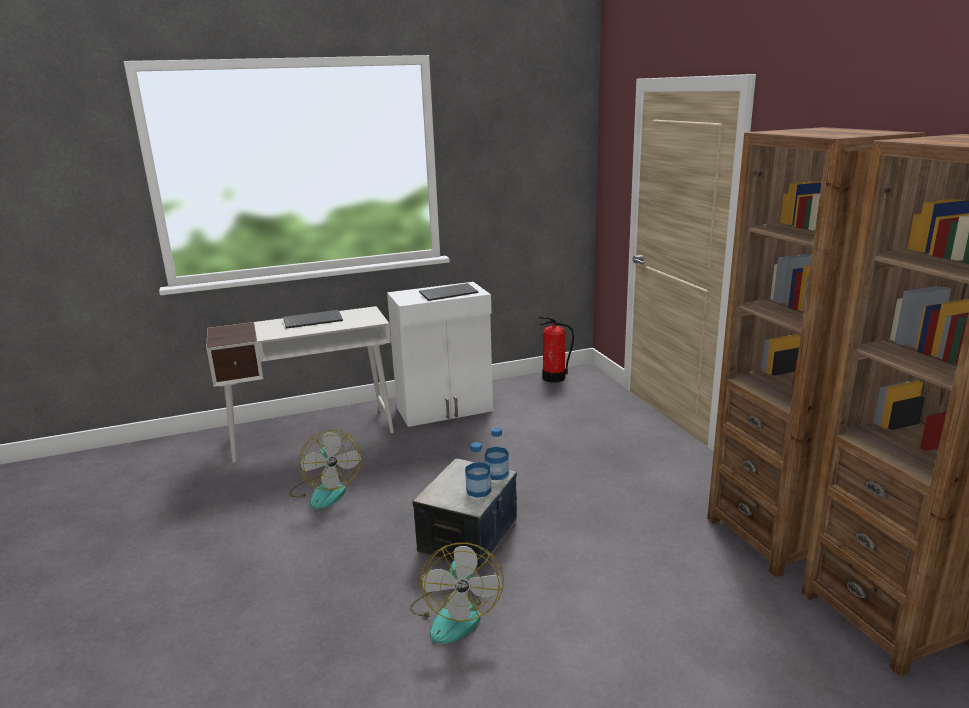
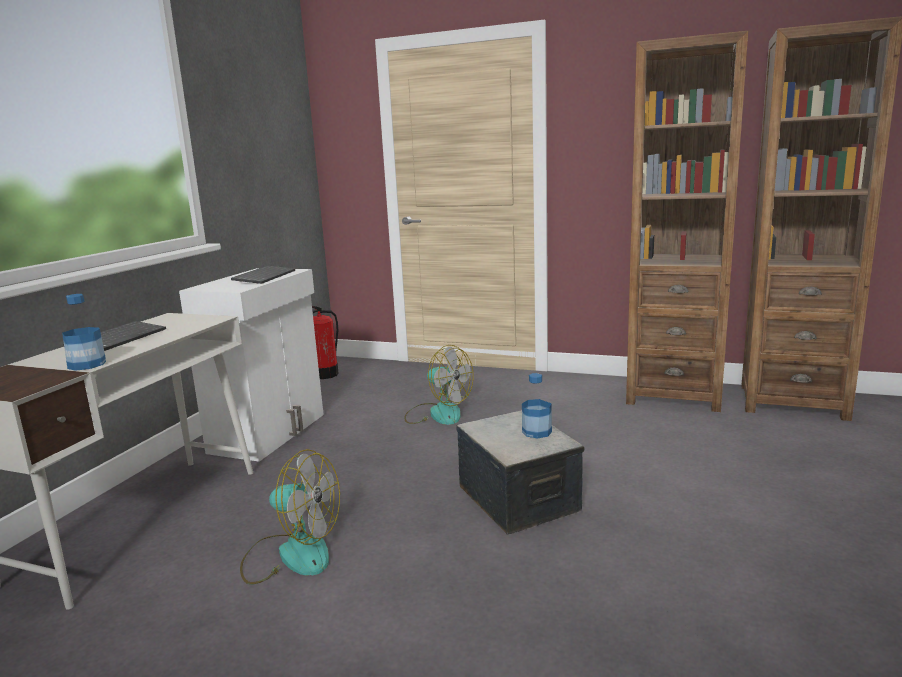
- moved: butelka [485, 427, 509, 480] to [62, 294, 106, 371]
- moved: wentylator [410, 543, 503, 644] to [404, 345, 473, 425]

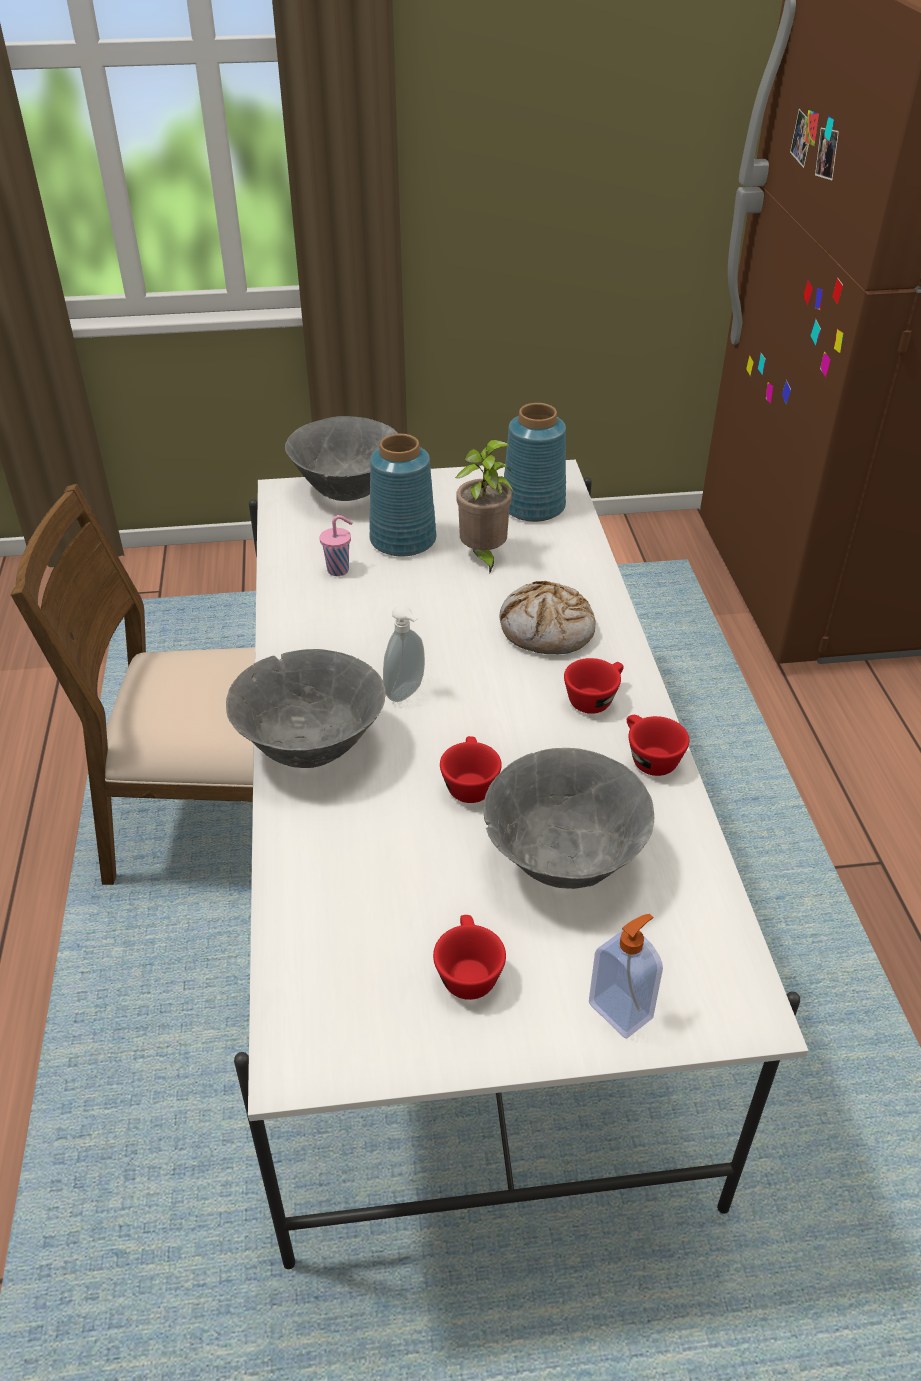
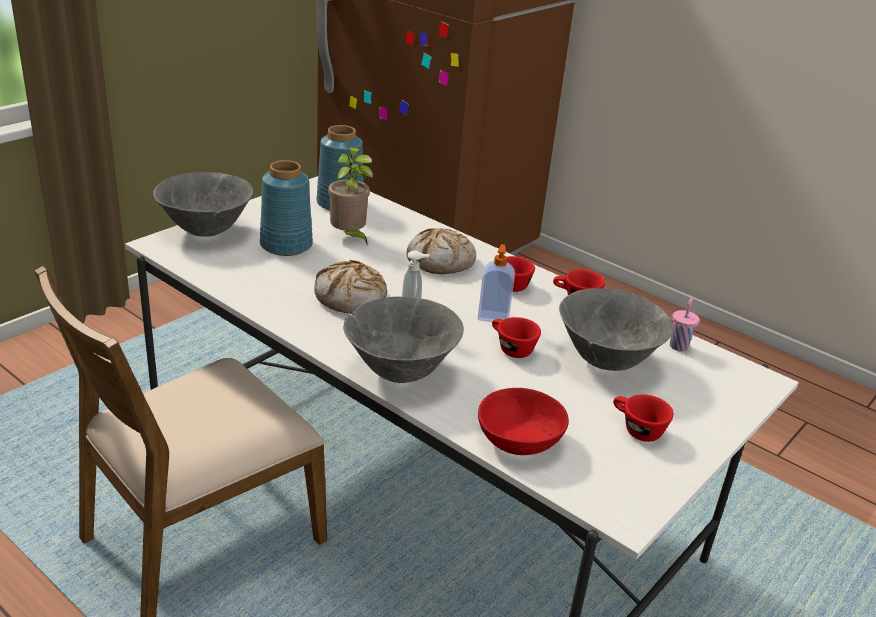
- added: chleb [314, 260, 387, 314]
- moved: dozownik mydła [589, 914, 663, 1039] to [478, 244, 515, 322]
- added: miska/czerwony [478, 388, 569, 455]
- moved: filiżanka/różowy [319, 515, 353, 576] to [670, 298, 700, 351]

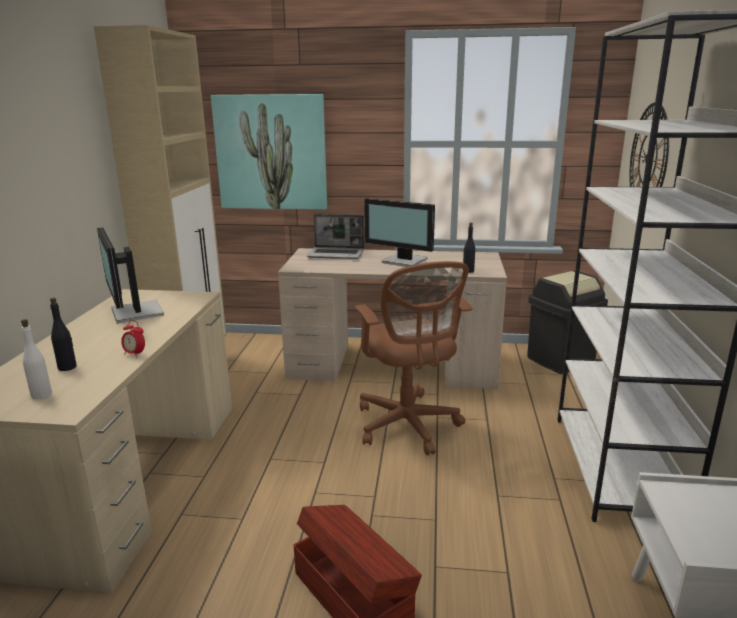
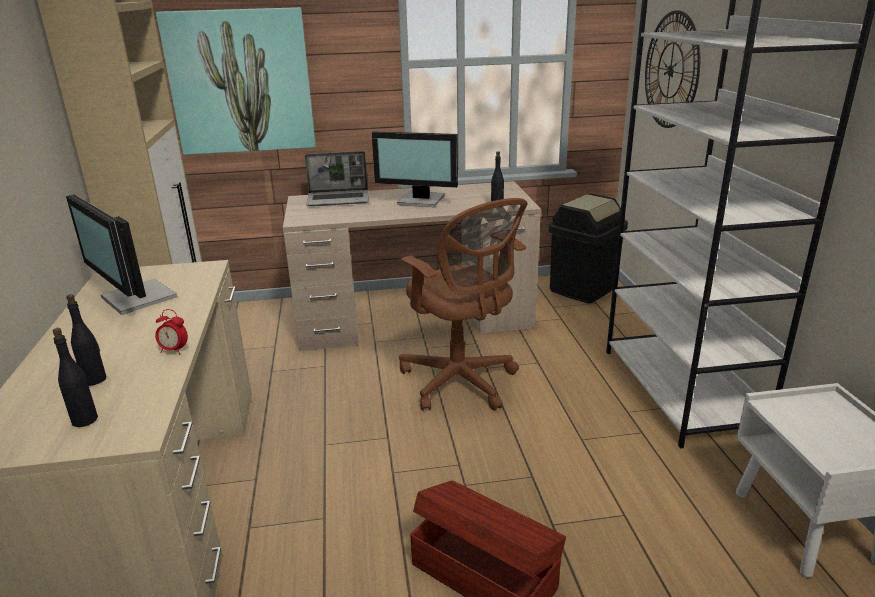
- recoloured: butelka/biały [21, 319, 52, 399] to butelka/czarny [53, 328, 98, 427]

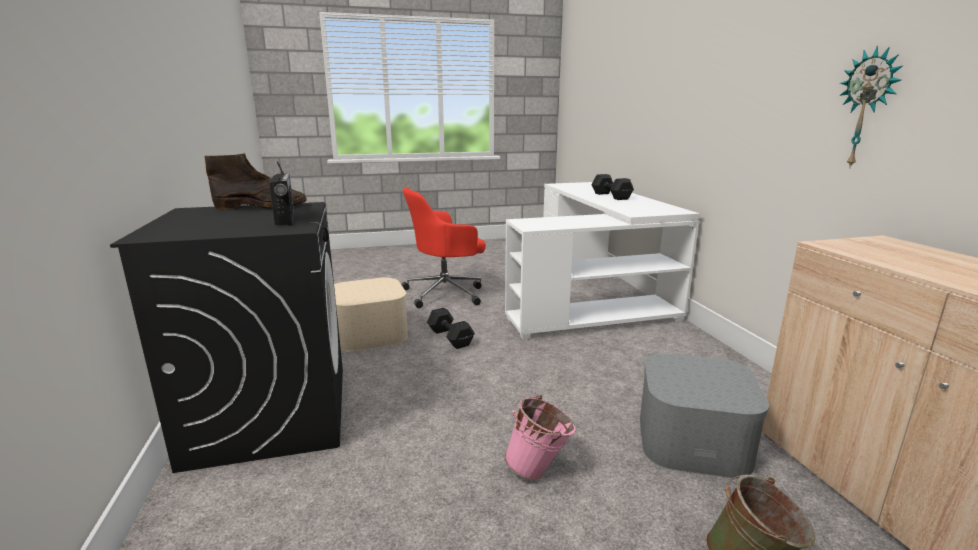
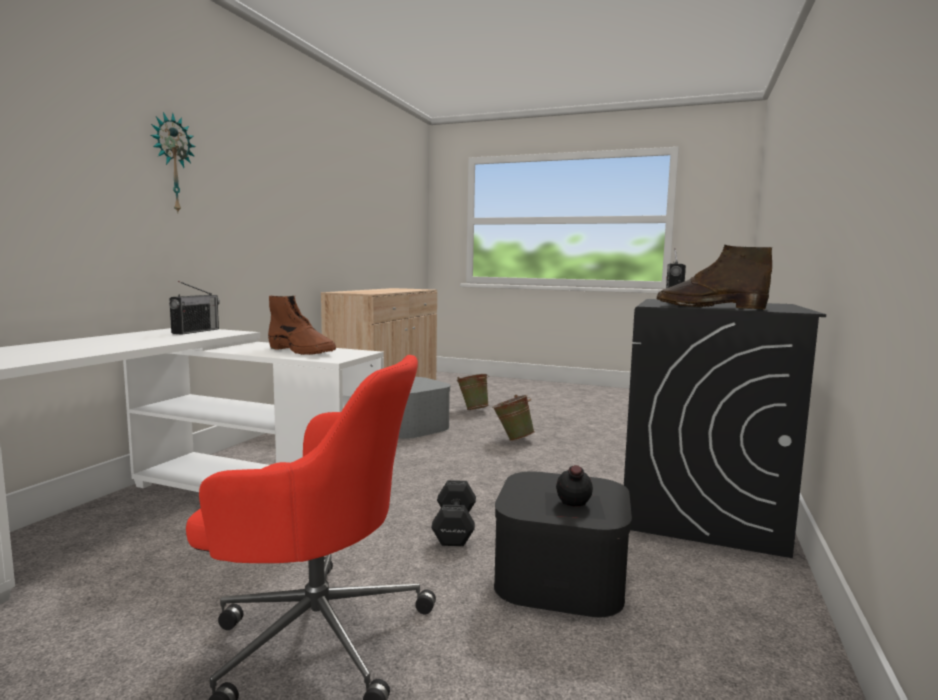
- moved: zegar ścienny [839, 45, 903, 169] to [150, 112, 196, 212]
- added: radio [169, 281, 220, 334]
- added: but z cholewką/brązowy [268, 295, 336, 355]
- recoloured: wiadro/różowy [504, 395, 576, 480] to wiadro/zielony [492, 395, 535, 441]
- recoloured: pojemnik do przechowywania/beżowy [334, 277, 408, 351] to pojemnik do przechowywania/czarny [494, 471, 632, 617]
- added: butelka/czarny [545, 465, 606, 519]
- removed: hantel/czarny [591, 174, 634, 200]

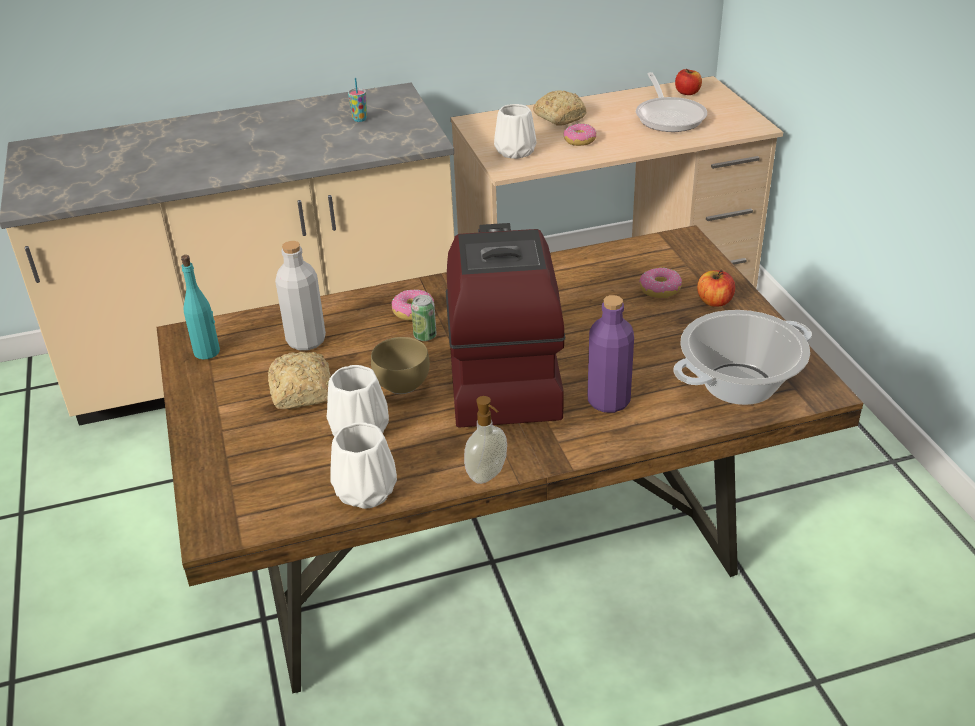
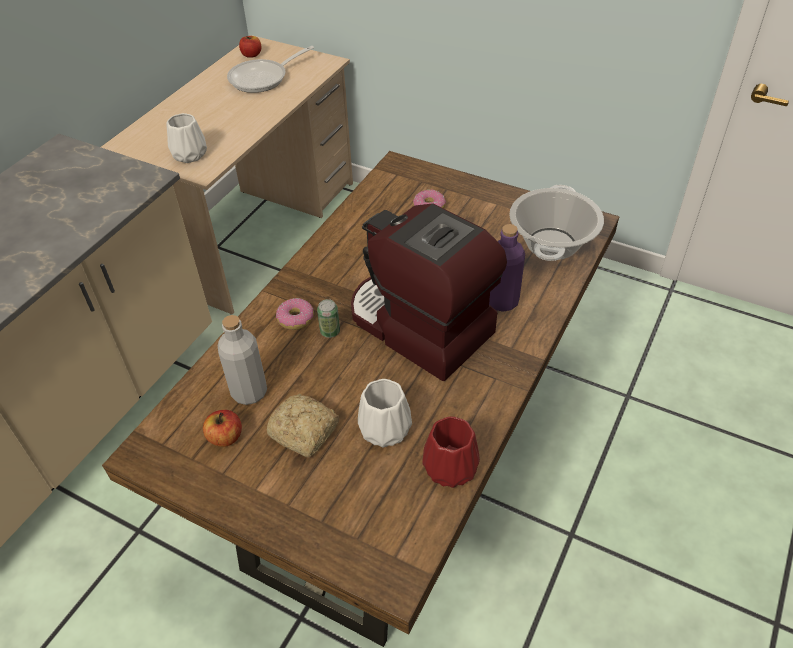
- moved: jabłko [697, 270, 735, 307] to [203, 410, 242, 447]
- turned: patelnia [636, 72, 707, 132] = [227, 46, 314, 93] 105 degrees clockwise
- recoloured: wazon/biały [330, 422, 397, 509] to wazon/czerwony [422, 417, 480, 488]
- removed: butelka/turkusowy [181, 255, 220, 360]
- removed: filiżanka [348, 78, 367, 122]
- removed: miska/brązowy [371, 337, 430, 394]
- removed: dozownik mydła [464, 396, 507, 484]
- removed: chleb [533, 90, 586, 126]
- removed: donut [564, 124, 596, 146]

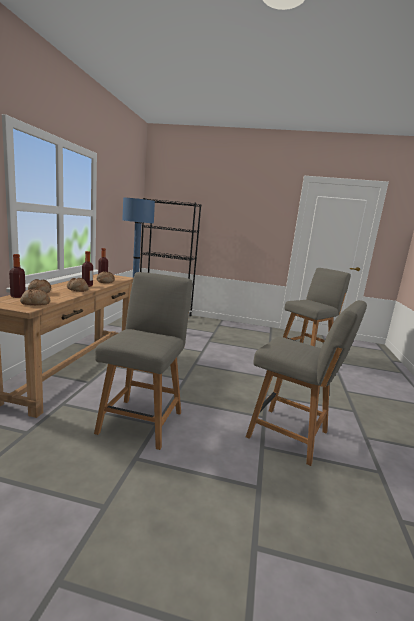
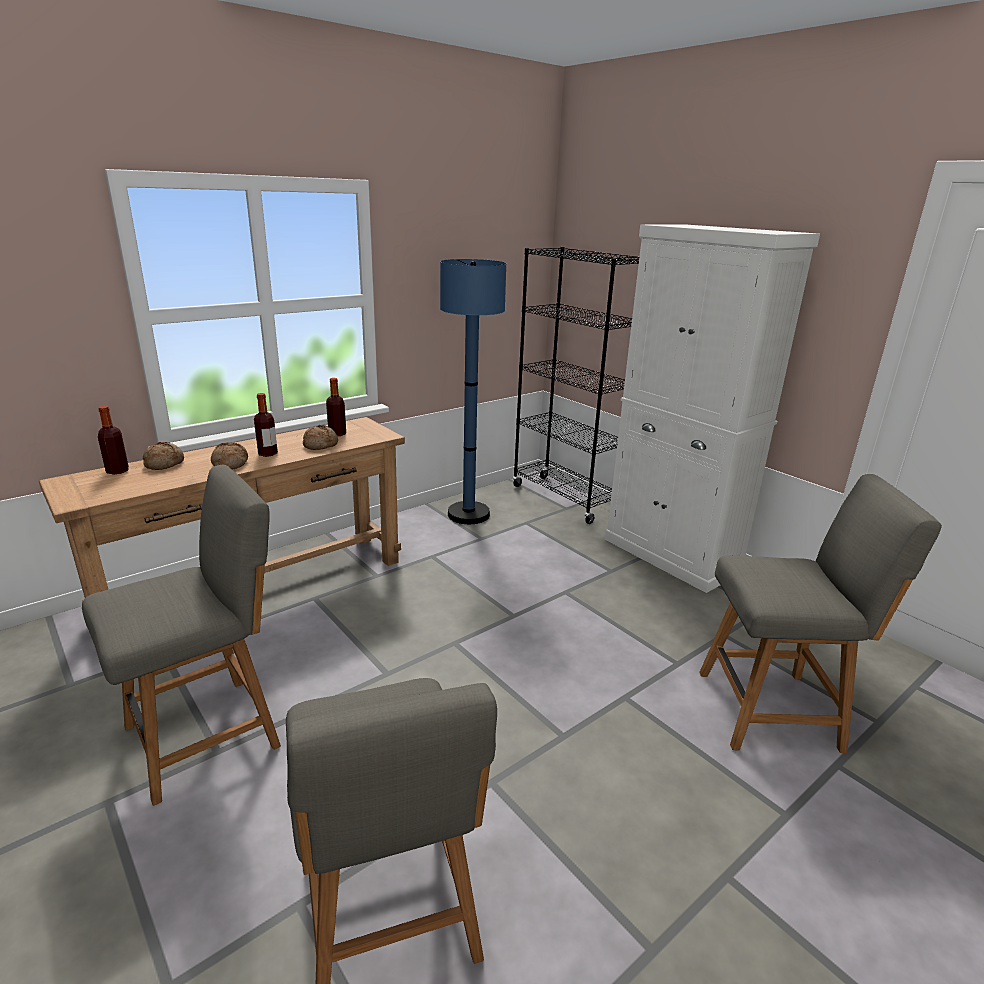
- added: szafka/biały [604, 224, 820, 593]
- removed: chleb [20, 289, 50, 305]

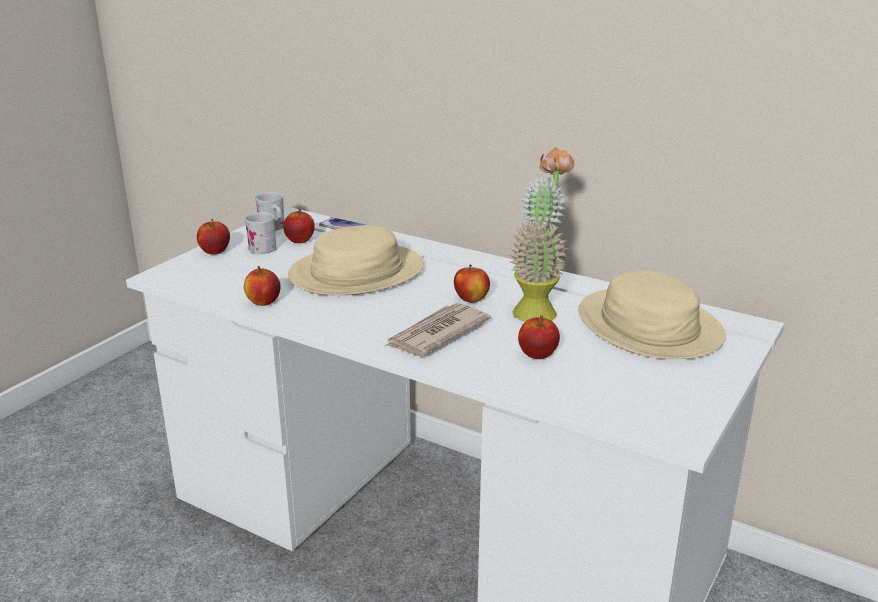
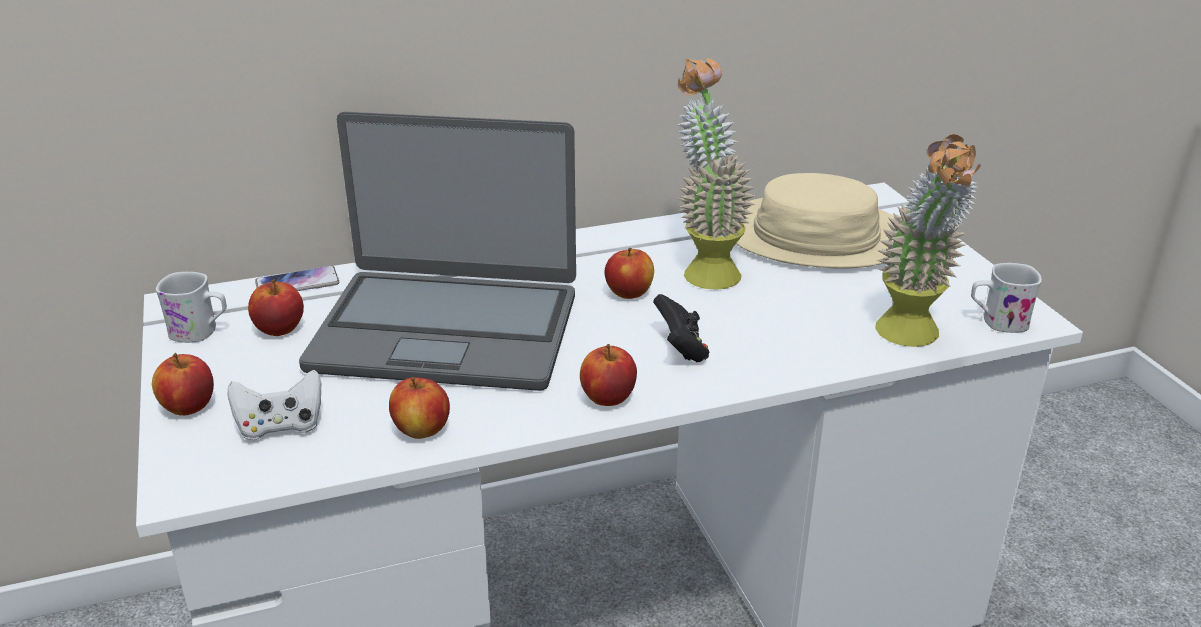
- added: pad do gier/biały [227, 370, 321, 440]
- replaced: kapelusz/beżowy [288, 225, 424, 295] to laptop [299, 112, 576, 391]
- moved: jabłko [518, 316, 560, 359] to [580, 344, 637, 406]
- replaced: gazeta [385, 303, 491, 356] to pad do gier/czarny [653, 294, 709, 362]
- added: roślina doniczkowa [876, 134, 981, 347]
- moved: kubek/biały [244, 212, 277, 254] to [971, 263, 1042, 333]

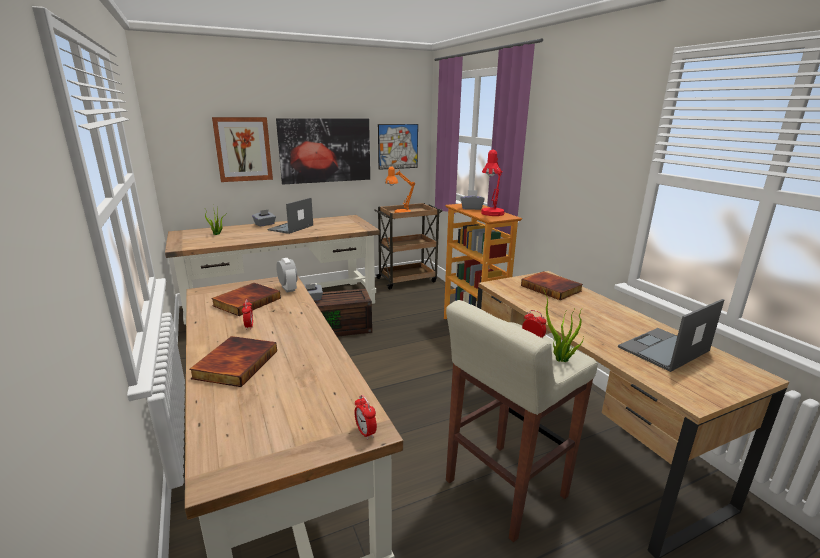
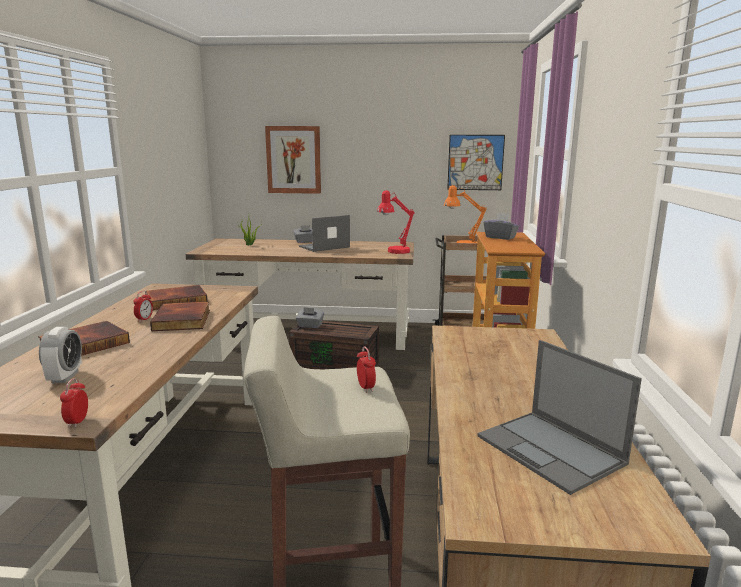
- moved: budzik [276, 258, 298, 292] to [39, 327, 82, 383]
- moved: książka [521, 271, 583, 300] to [150, 302, 210, 331]
- moved: lampa stołowa/czerwony [481, 150, 505, 216] to [377, 190, 414, 254]
- turned: laptop [618, 299, 724, 372] = [477, 340, 642, 495] 120 degrees counterclockwise
- removed: obraz [276, 118, 370, 184]
- removed: roślina doniczkowa [543, 289, 584, 362]

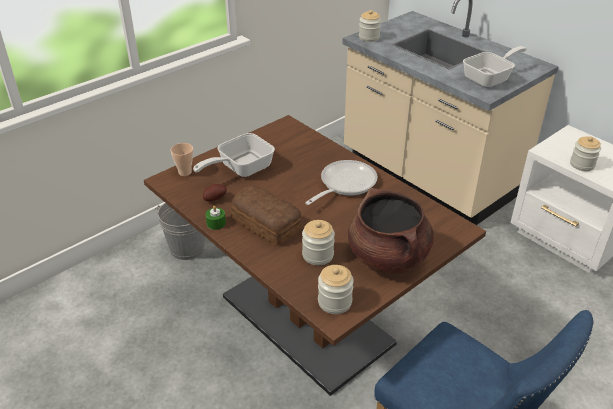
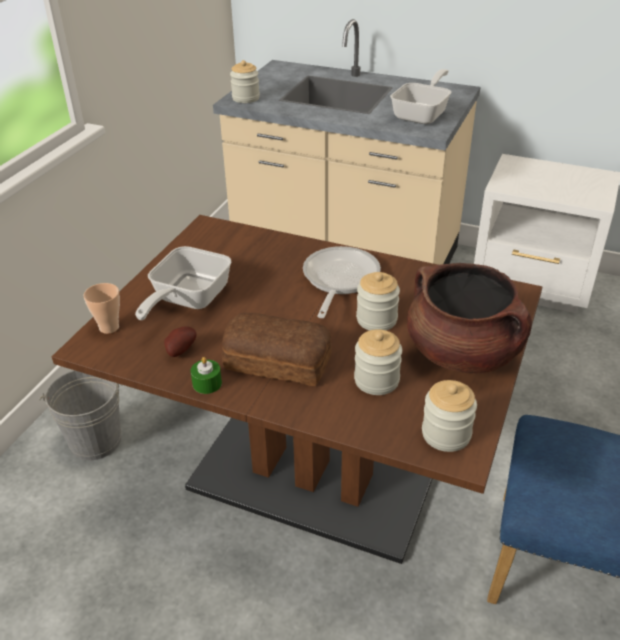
- moved: słoik [570, 136, 601, 171] to [356, 272, 400, 330]

